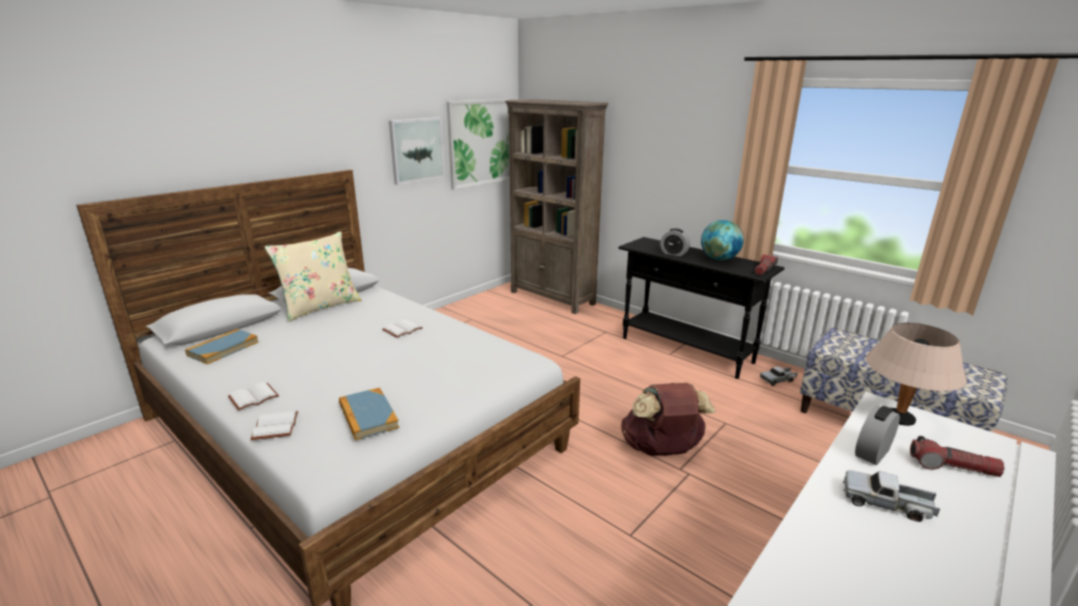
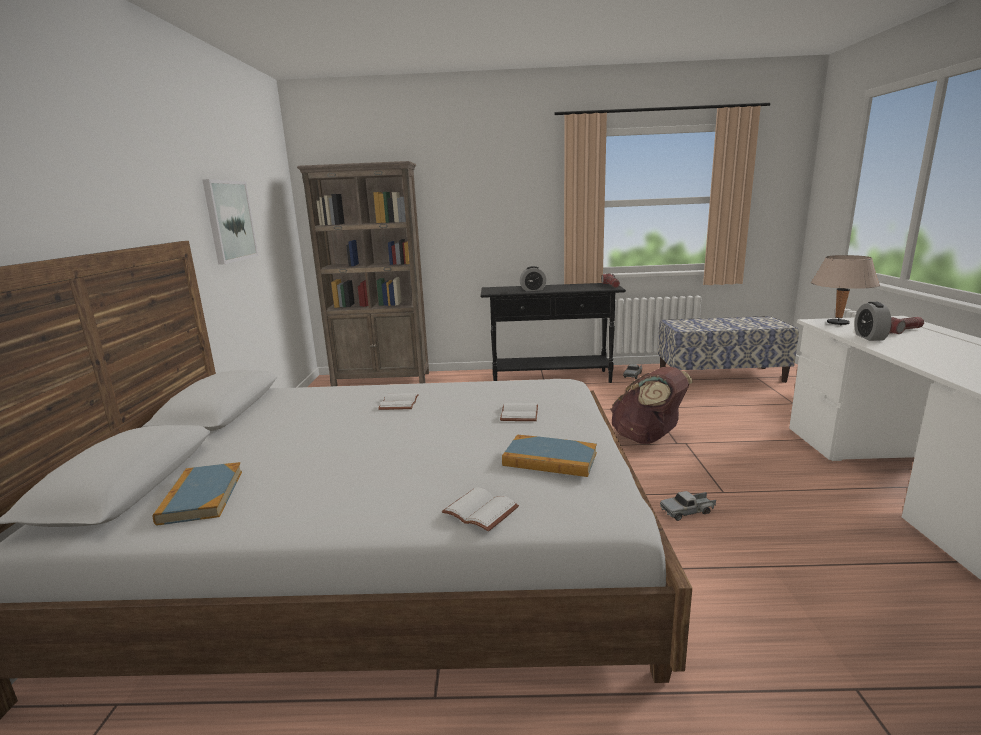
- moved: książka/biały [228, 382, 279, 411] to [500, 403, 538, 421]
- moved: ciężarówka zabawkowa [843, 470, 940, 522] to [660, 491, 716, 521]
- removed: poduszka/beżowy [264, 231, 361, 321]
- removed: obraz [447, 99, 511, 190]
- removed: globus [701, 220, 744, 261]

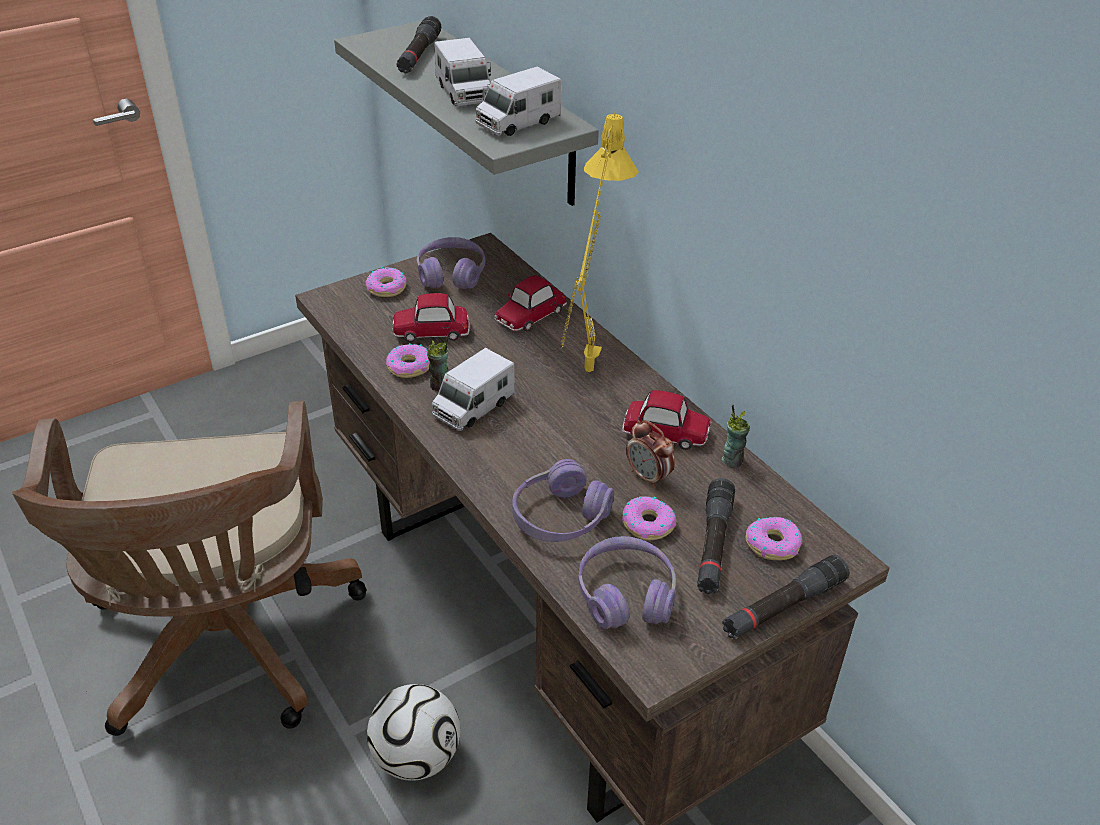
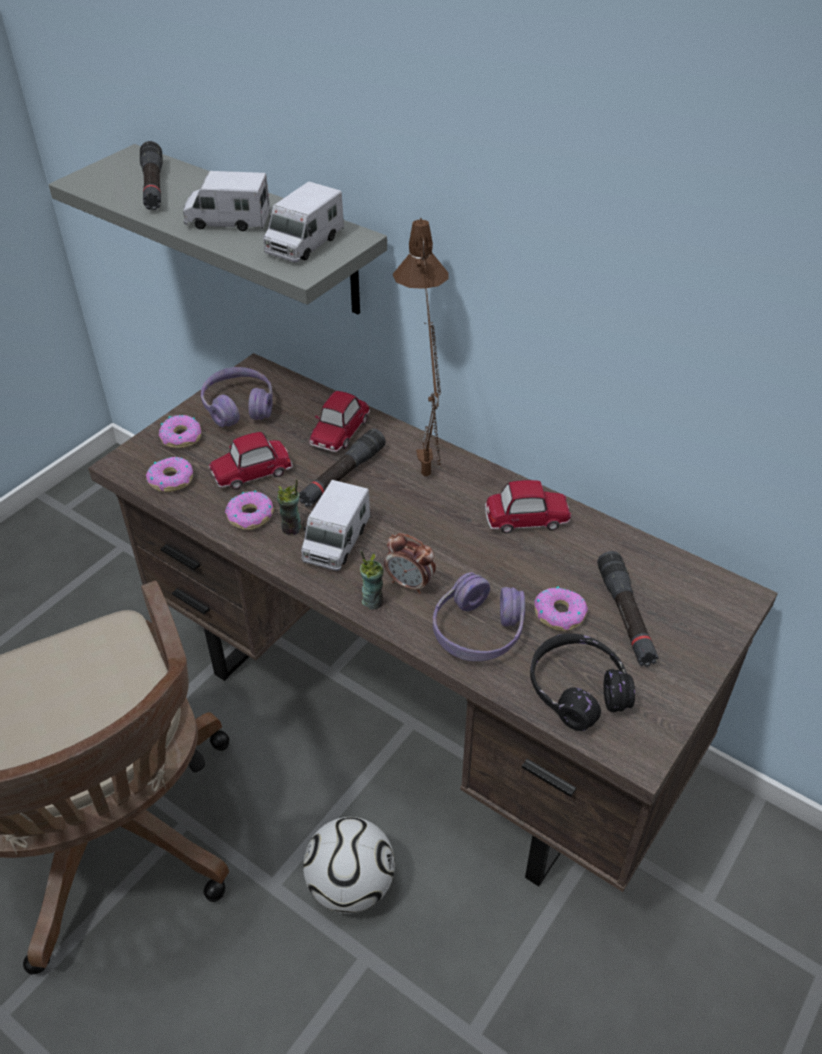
- moved: donut [746, 517, 802, 560] to [146, 456, 193, 492]
- turned: ciężarówka zabawkowa [435, 38, 491, 106] = [183, 171, 270, 231] 135 degrees clockwise
- moved: latarka/czarny [722, 555, 850, 639] to [299, 429, 386, 507]
- moved: filiżanka [721, 405, 750, 468] to [360, 551, 384, 610]
- moved: budzik [626, 420, 675, 488] to [384, 533, 436, 594]
- recoloured: lampa stołowa/żółty [560, 111, 639, 372] to lampa stołowa/brązowy [393, 217, 449, 476]
- recoloured: słuchawki/fioletowy [578, 536, 676, 629] to słuchawki/czarny [530, 633, 635, 731]

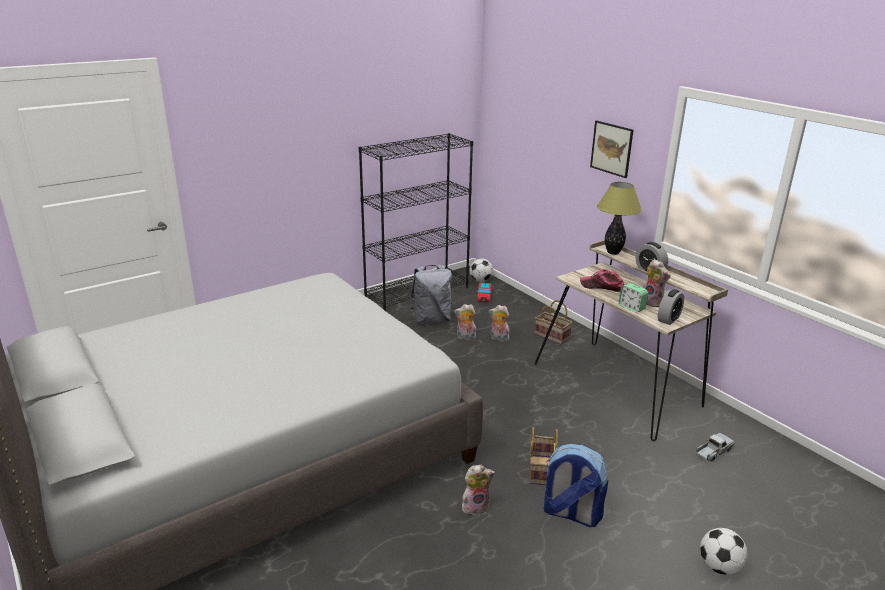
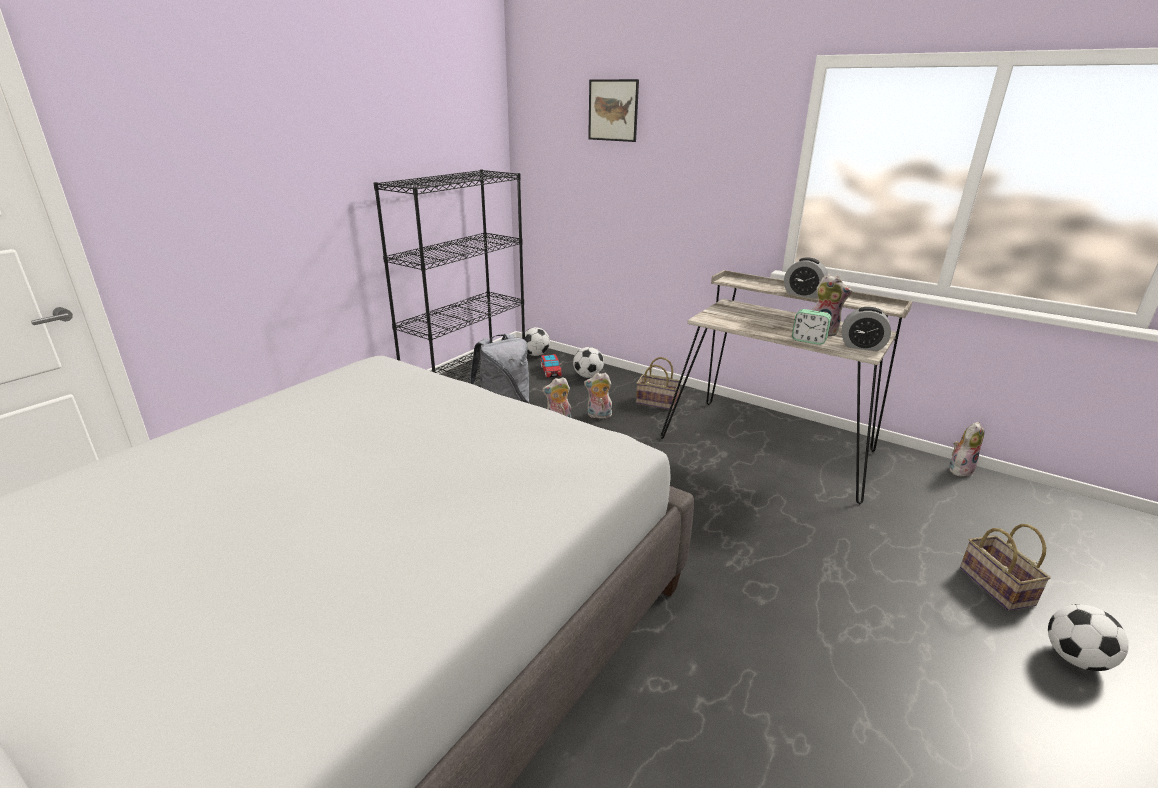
- added: piłka futbolowa [573, 347, 604, 378]
- moved: obraz [590, 121, 633, 178] to [588, 79, 639, 142]
- turned: budzik [658, 289, 684, 325] = [842, 307, 891, 351] 90 degrees clockwise
- moved: pluszak [462, 465, 495, 516] to [949, 422, 985, 477]
- moved: koszyk [529, 427, 558, 485] to [960, 524, 1051, 611]
- removed: plecak [544, 444, 608, 527]
- removed: czapka z daszkiem [580, 269, 624, 292]
- removed: lampa stołowa [597, 182, 642, 255]
- removed: ciężarówka zabawkowa [696, 433, 734, 462]

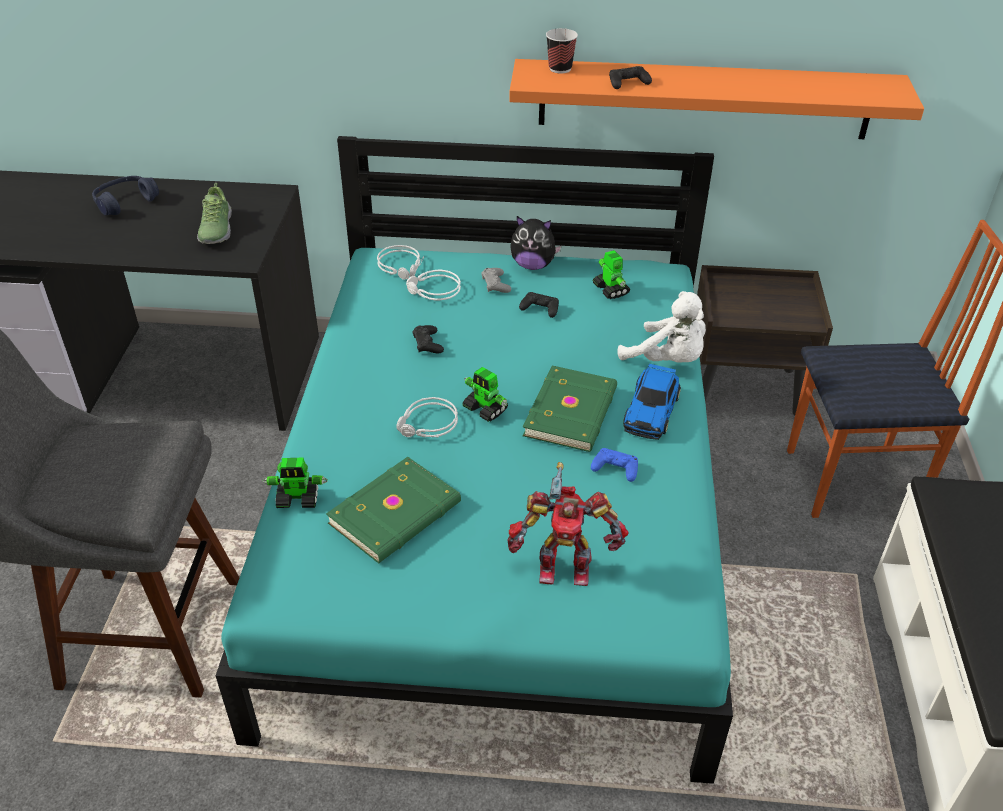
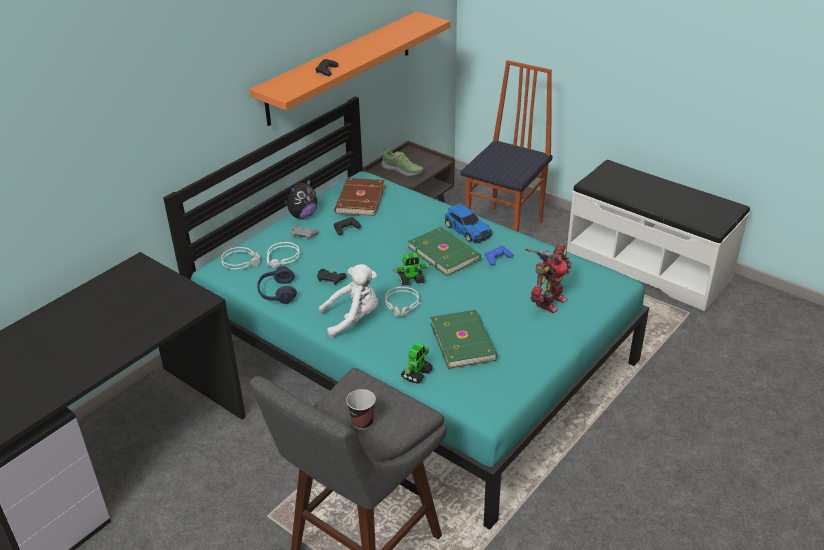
- moved: słuchawki/niebieski [92, 176, 159, 215] to [258, 266, 297, 304]
- moved: pluszak/biały [617, 291, 706, 363] to [319, 264, 378, 338]
- replaced: robot zabawkowy [592, 250, 630, 299] to książka/brązowy [334, 178, 385, 216]
- moved: filiżanka [546, 28, 578, 74] to [346, 389, 376, 430]
- moved: but [197, 183, 232, 244] to [382, 148, 424, 176]

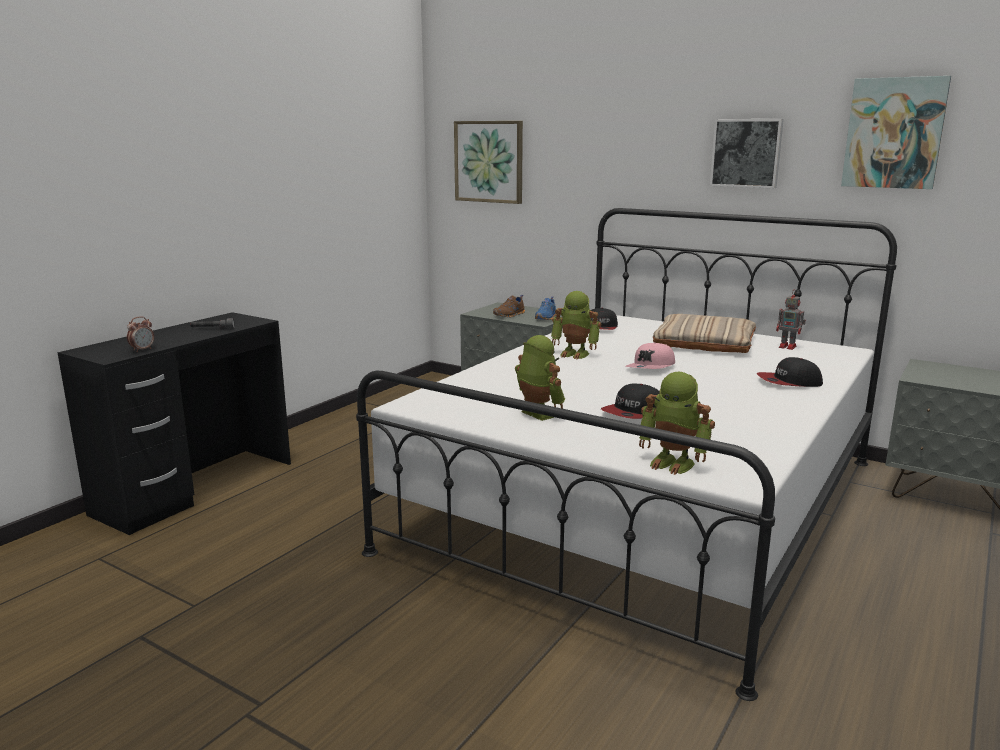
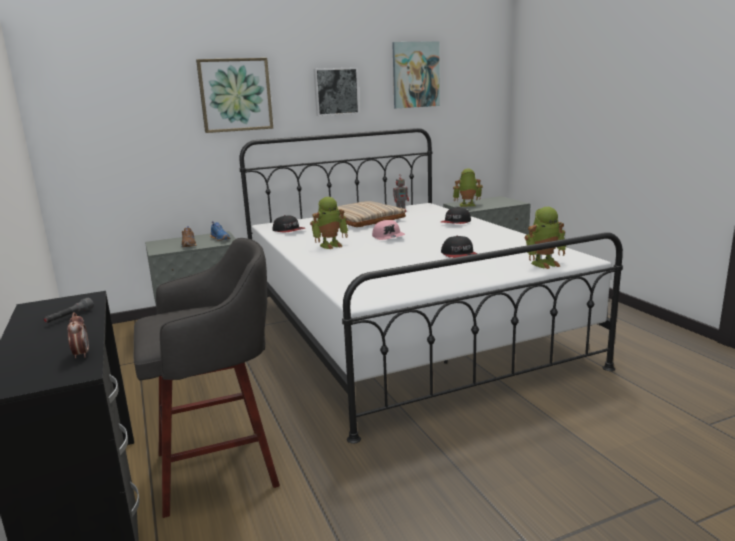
- added: stołek/szary [134, 238, 280, 518]
- moved: obraz [454, 121, 523, 204] to [196, 58, 273, 133]
- moved: robot zabawkowy [515, 335, 565, 421] to [453, 168, 483, 207]

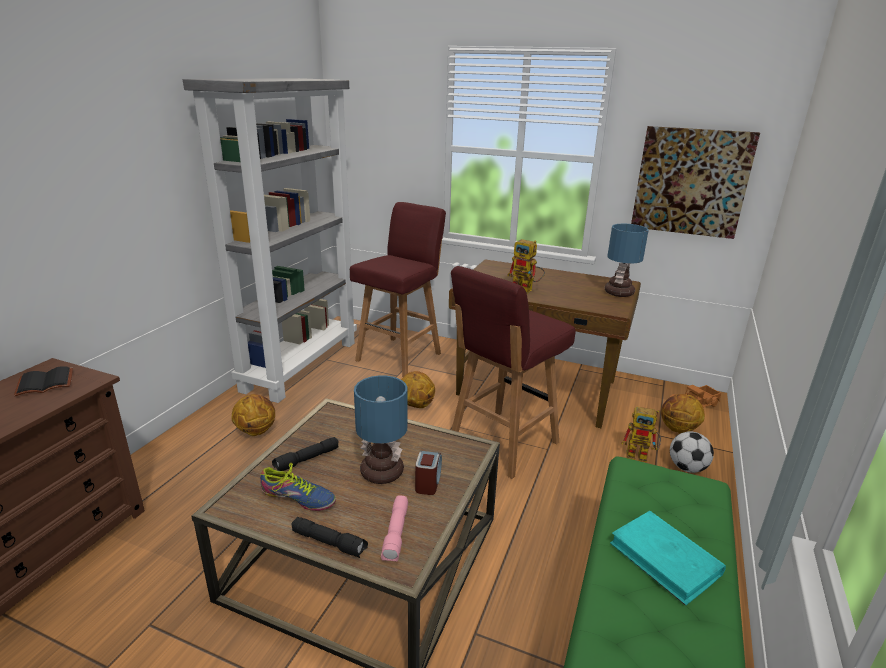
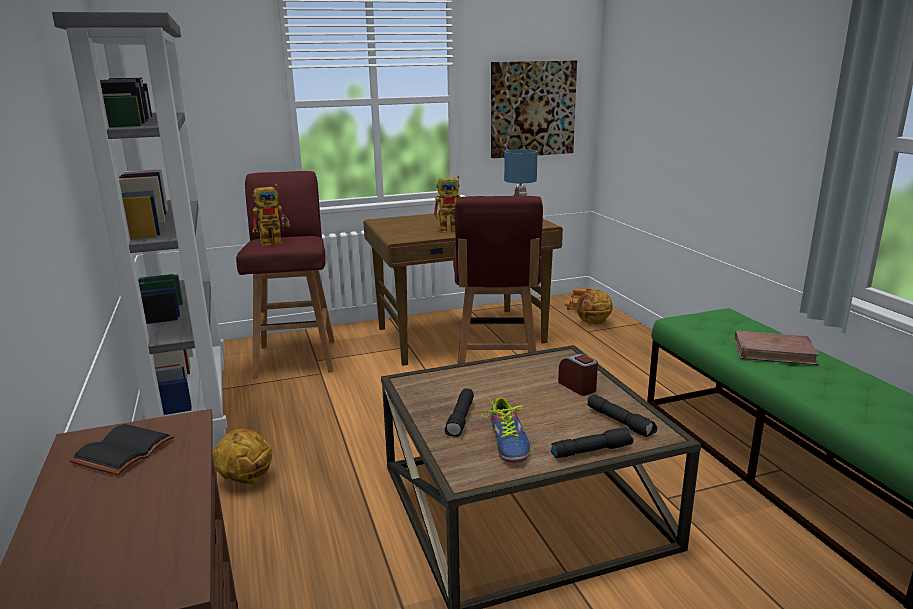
- moved: robot zabawkowy [621, 407, 661, 462] to [252, 184, 290, 246]
- turned: but [260, 463, 336, 511] = [481, 396, 530, 463] 105 degrees clockwise
- recoloured: latarka/różowy [381, 495, 408, 562] to latarka/czarny [587, 394, 657, 437]
- recoloured: książka/turkusowy [610, 511, 726, 606] to książka/brązowy [734, 331, 819, 365]
- removed: lampa stołowa [354, 375, 407, 484]
- removed: piłka do koszykówki [401, 371, 435, 408]
- removed: piłka futbolowa [670, 431, 714, 473]

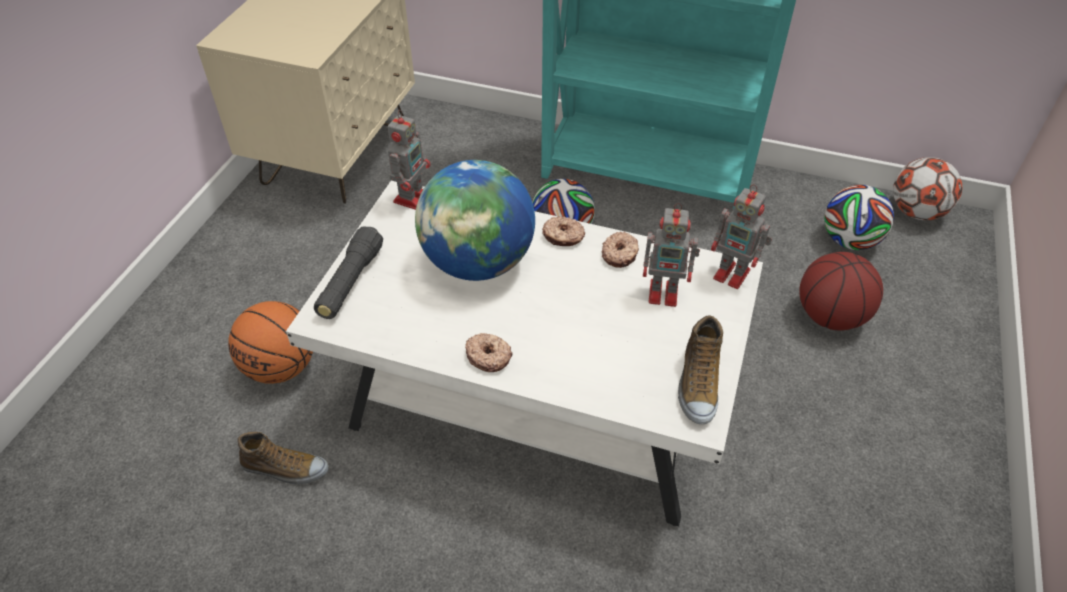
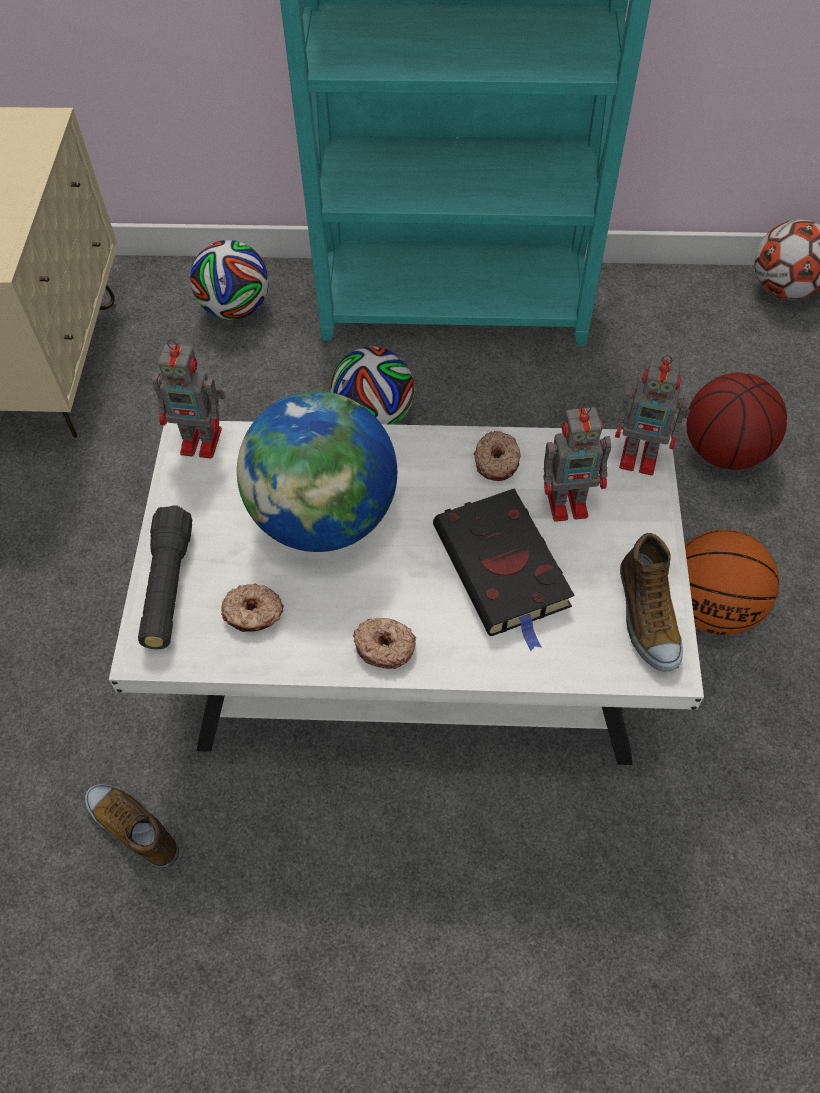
- turned: but [238, 432, 329, 485] = [85, 784, 179, 868] 135 degrees counterclockwise
- turned: robot zabawkowy [388, 110, 431, 210] = [152, 339, 226, 459] 90 degrees clockwise
- moved: piłka futbolowa [824, 185, 894, 250] to [190, 240, 269, 320]
- moved: donut [542, 216, 585, 246] to [221, 584, 284, 632]
- added: książka/czarny [433, 488, 575, 651]
- moved: piłka do koszykówki [228, 301, 313, 384] to [685, 529, 779, 635]

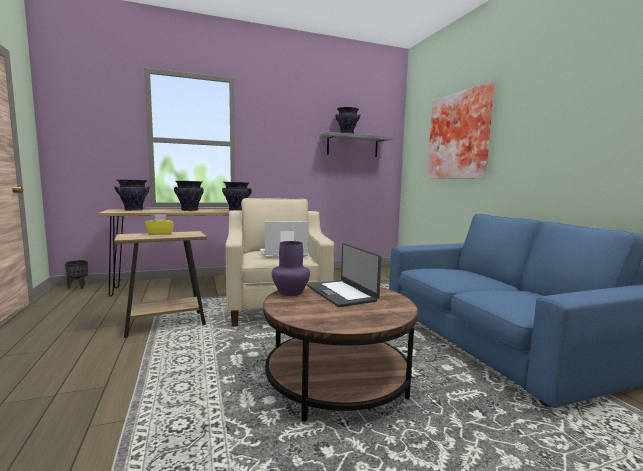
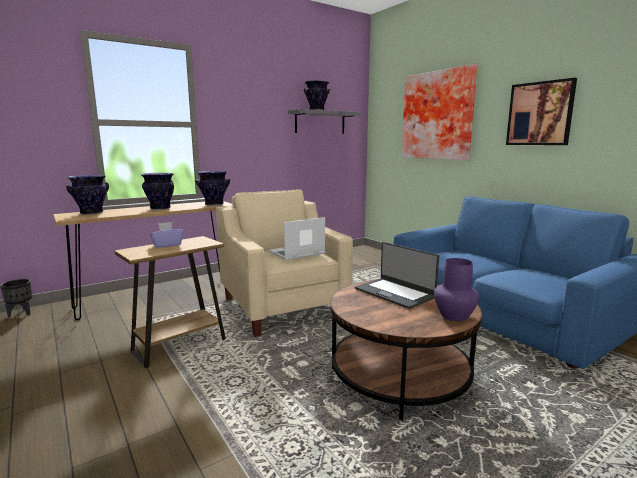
- recoloured: pudełko chusteczek/żółty [145, 214, 174, 235] to pudełko chusteczek/fioletowy [149, 222, 183, 248]
- moved: wazon/fioletowy [272, 241, 310, 296] to [434, 258, 479, 321]
- added: obraz [506, 78, 577, 145]

